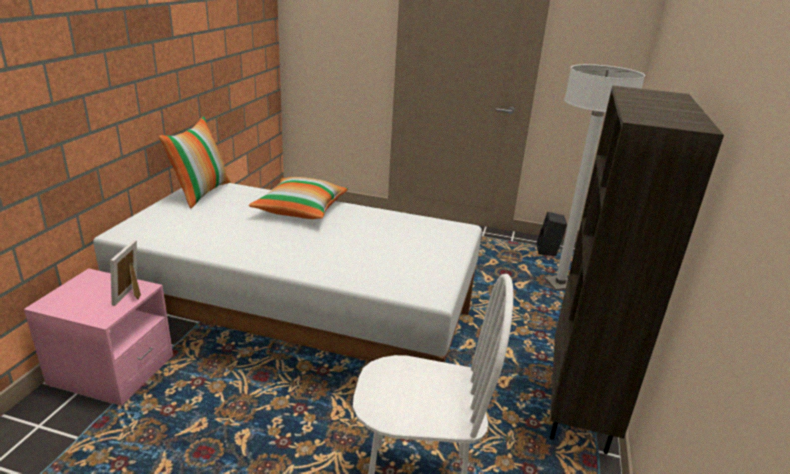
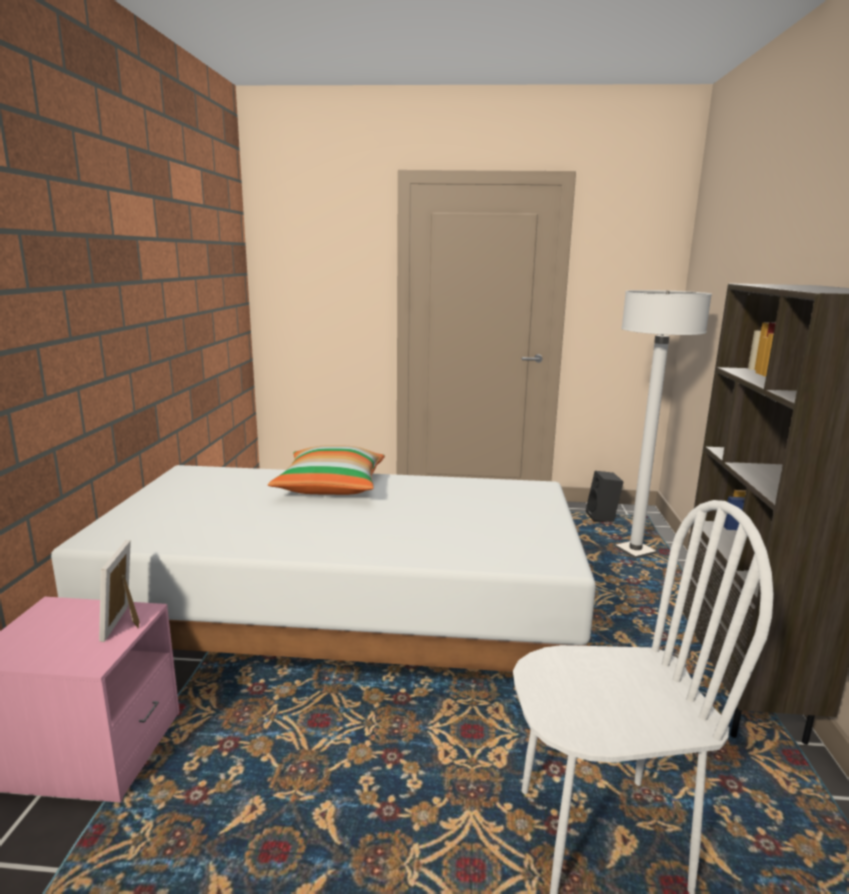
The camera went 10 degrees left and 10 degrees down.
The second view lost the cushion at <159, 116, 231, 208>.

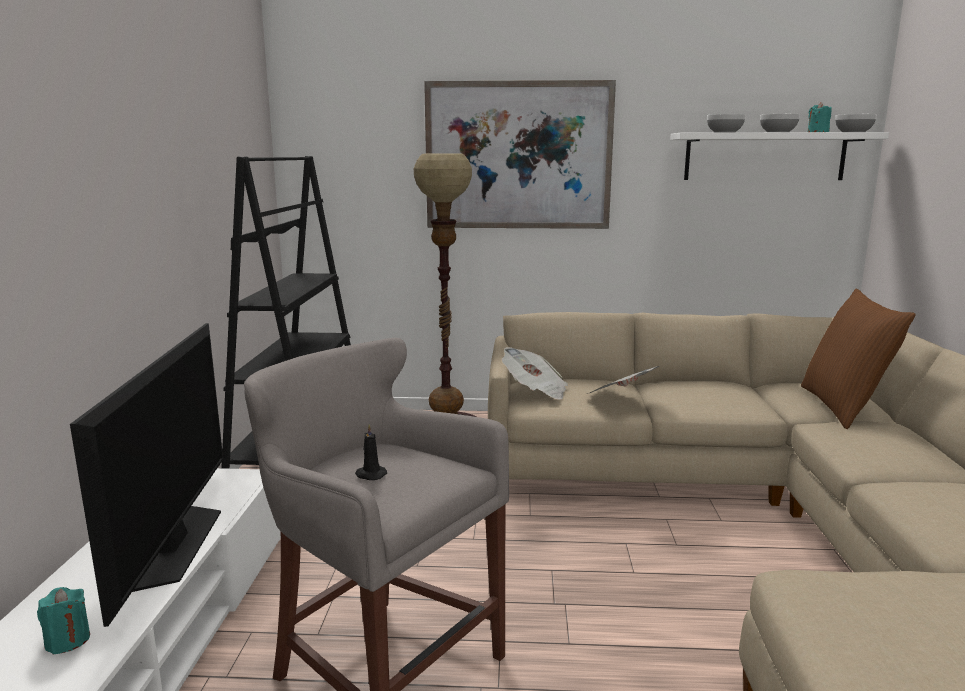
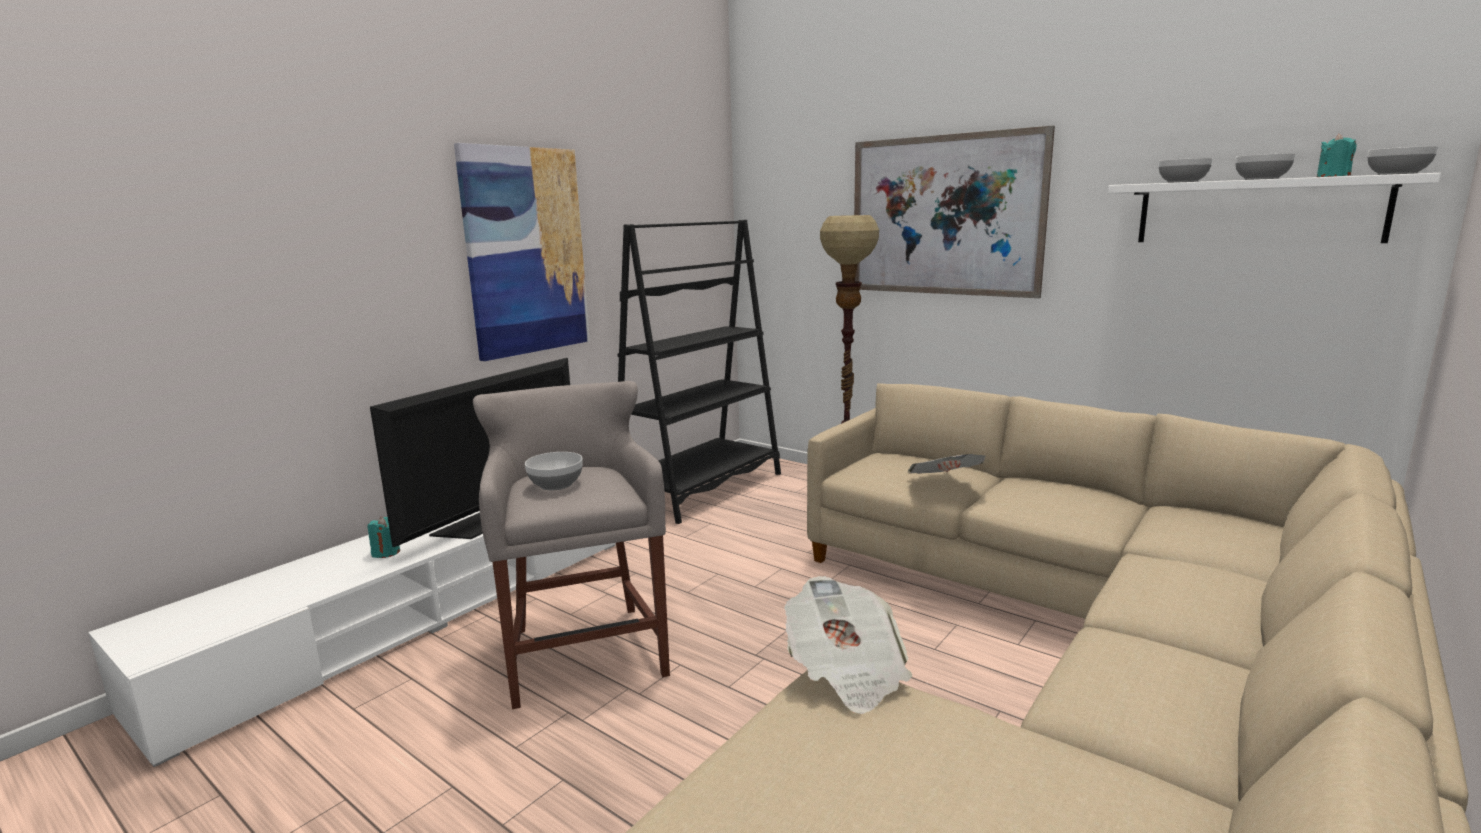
The camera went 35 degrees right and 0 degrees up.
The second view lost the brown cushion at <801, 289, 915, 429>.
The printed paper ended up elsewhere, having gone from <502, 347, 568, 400> to <784, 576, 912, 714>.
Where the black wax light stood at <355, 424, 387, 480>, the bowl came to stand at <525, 452, 583, 490>.
The second view gained the wall art at <454, 143, 590, 361>.

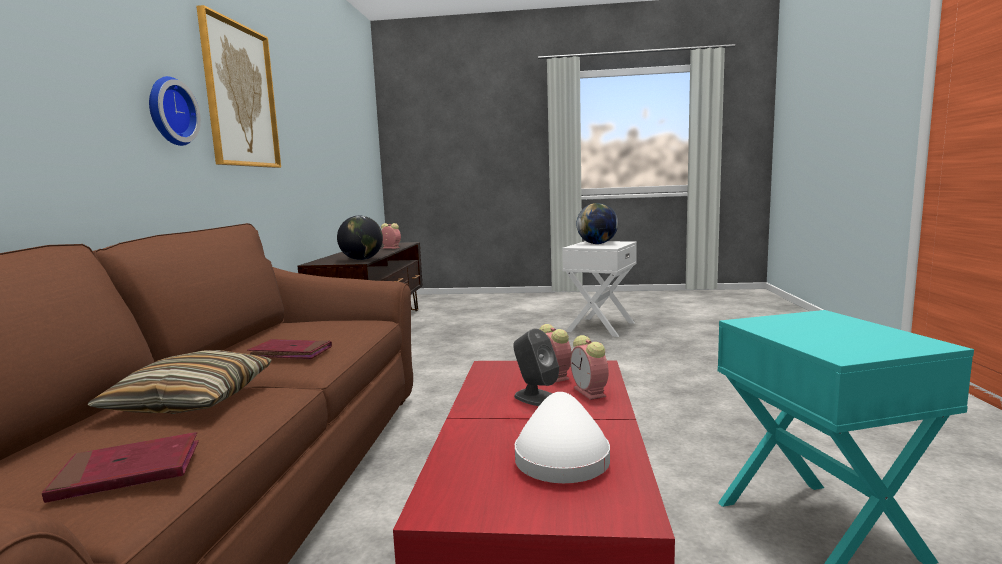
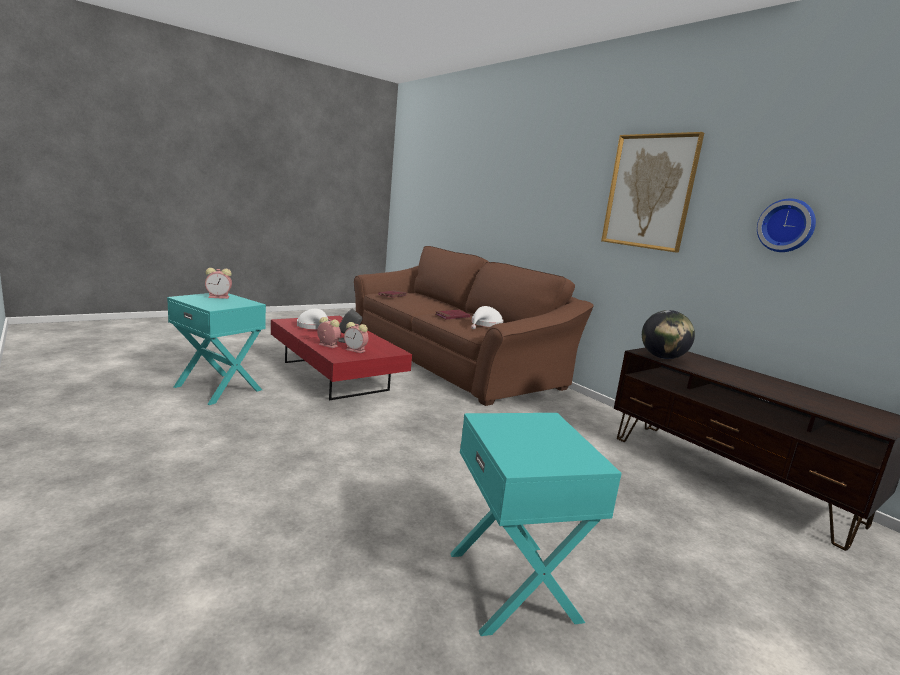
The camera went 135 degrees right and 5 degrees up.
The hanging clock ended up elsewhere, having gone from <149, 76, 201, 146> to <757, 199, 816, 252>.
The second view lost the world globe at <576, 203, 618, 244>.
The bedside clock ended up elsewhere, having gone from <381, 223, 401, 249> to <205, 268, 232, 299>.
What was the whitish side table at <562, 241, 637, 337> turned into the turquoise side table at <450, 413, 622, 636>.
The second view lost the cushion at <88, 350, 272, 414>.
The second view gained the whitish hat at <471, 306, 504, 329>.

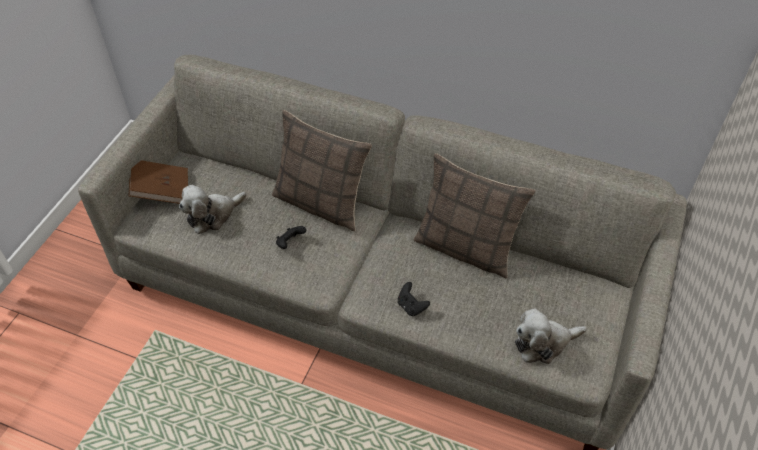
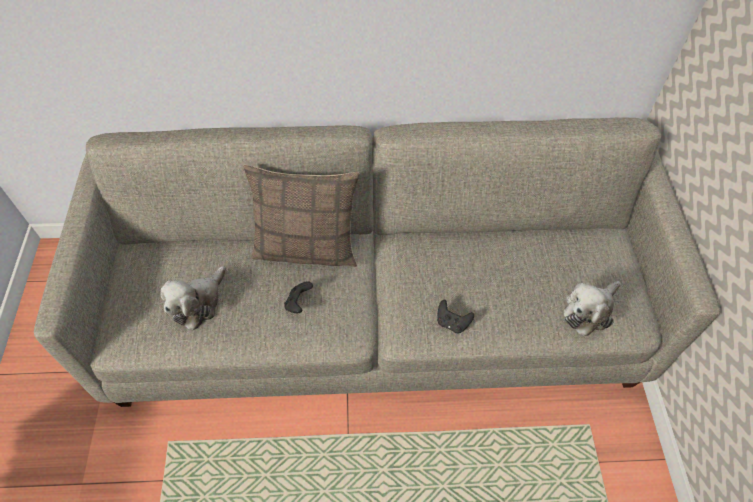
The camera went 25 degrees left and 5 degrees up.
The second view lost the cushion at <414, 153, 535, 278>.
The second view lost the brown book at <128, 160, 188, 204>.

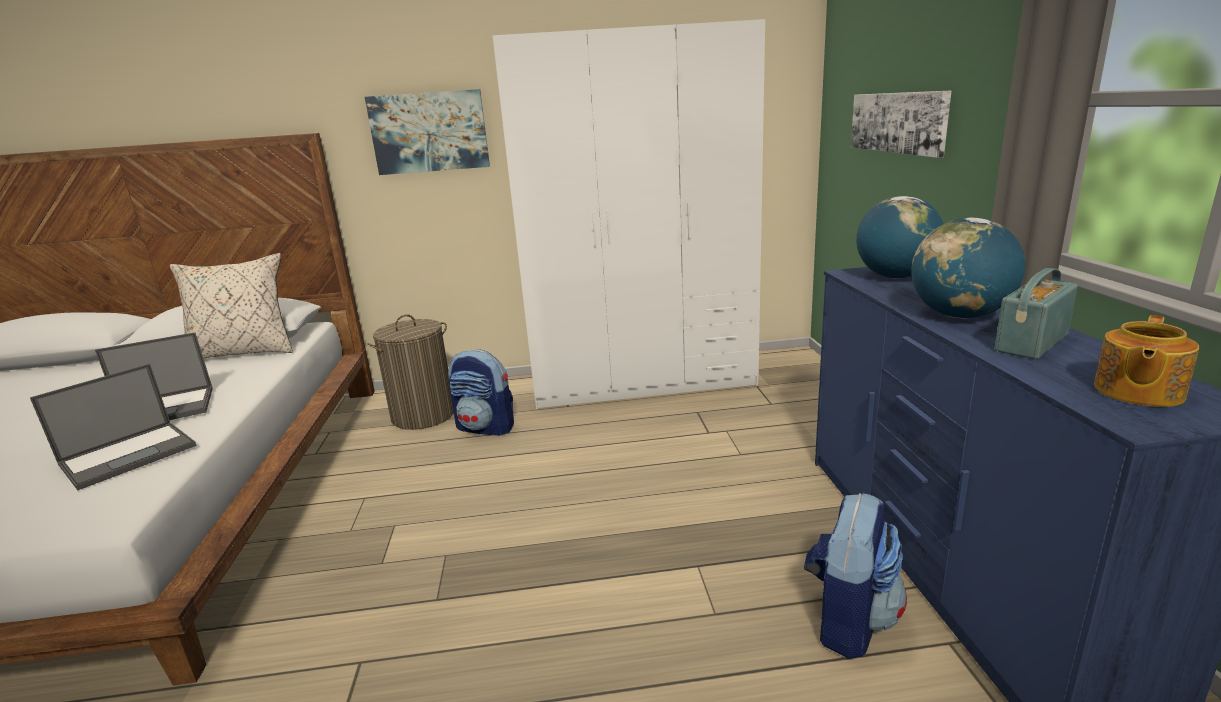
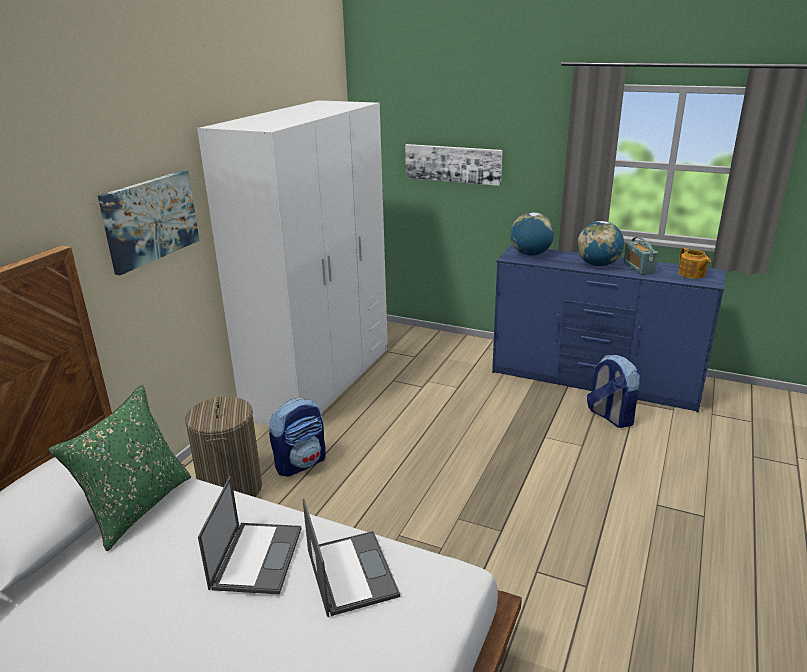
The camera went 60 degrees left and 5 degrees up.
What was the beige cushion at <170, 253, 293, 359> turned into the greenish cushion at <48, 385, 191, 551>.

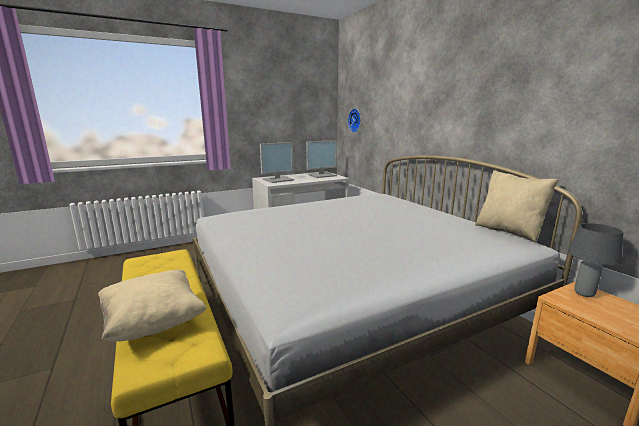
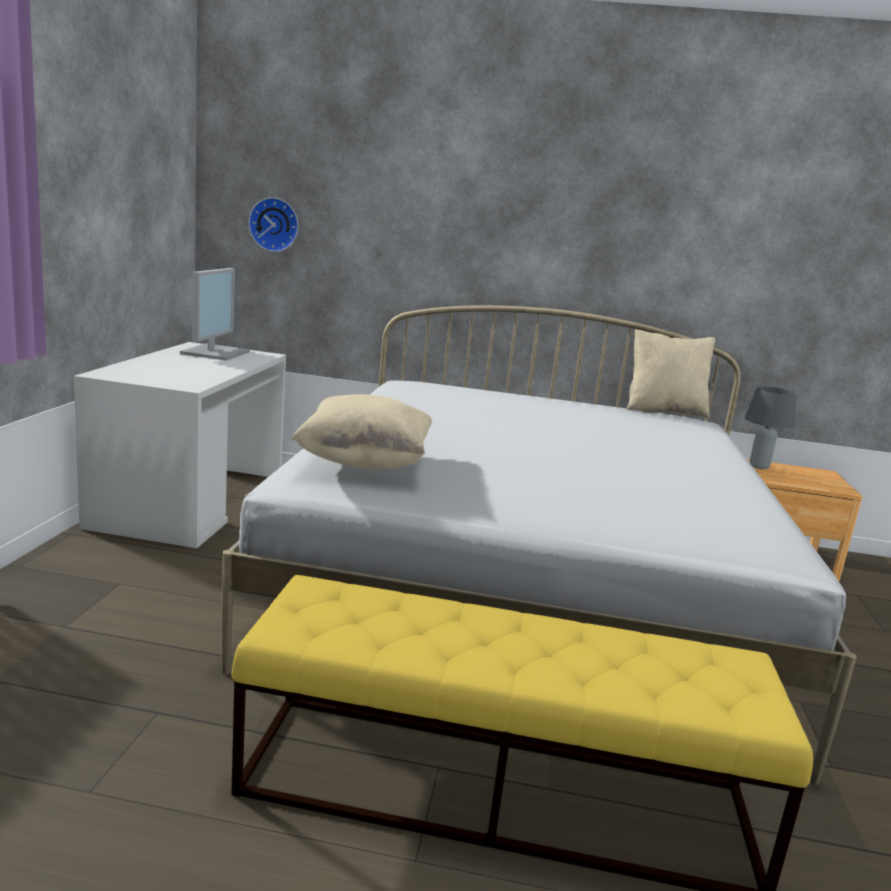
The camera went 55 degrees left and 0 degrees up.
The second view lost the computer screen at <260, 142, 294, 183>.
The beige cushion ended up elsewhere, having gone from <98, 270, 207, 342> to <291, 394, 432, 470>.

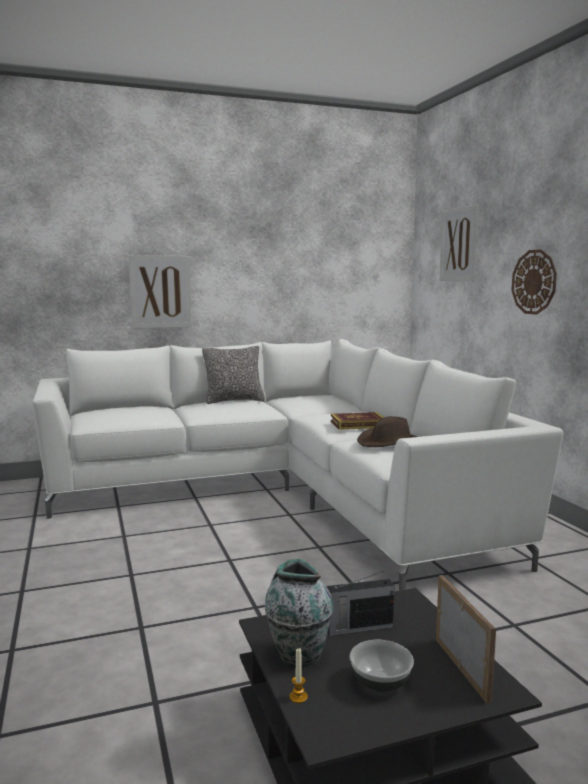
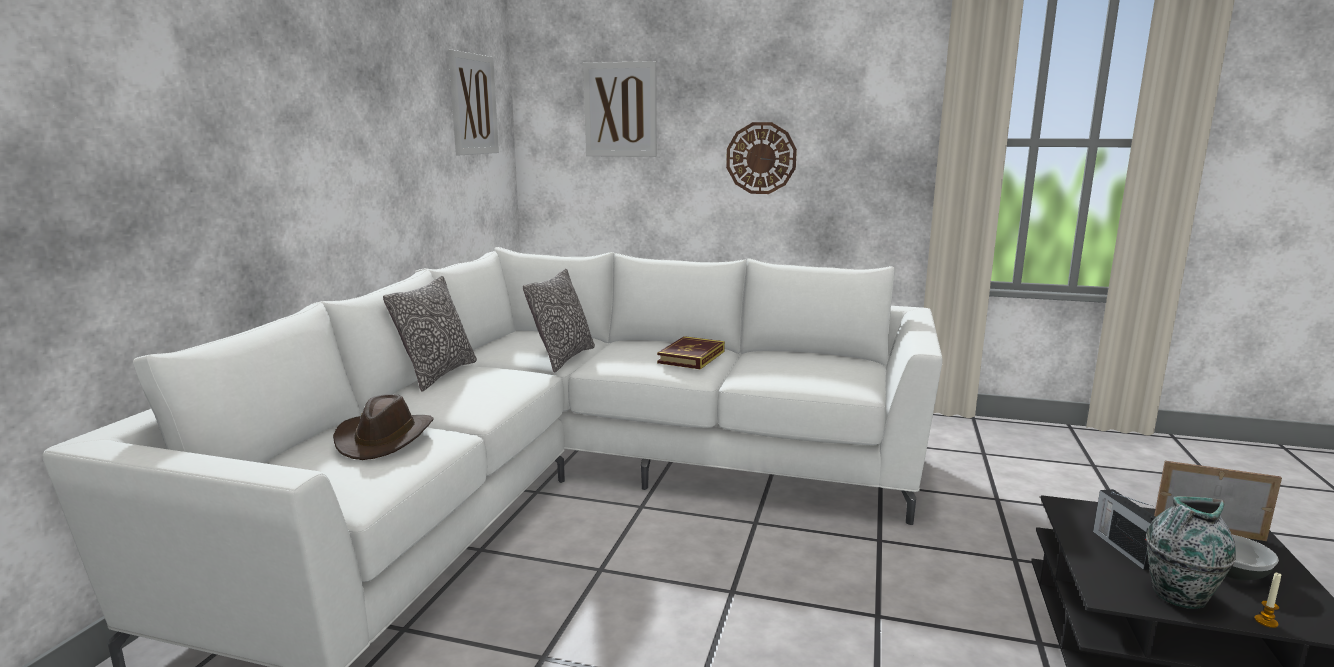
The camera went 55 degrees left and 5 degrees up.
The wall art ended up elsewhere, having gone from <129, 255, 192, 329> to <448, 50, 499, 155>.
The brown hat ended up elsewhere, having gone from <357, 416, 418, 447> to <333, 394, 434, 460>.
The radio at <326, 571, 395, 636> ended up facing another way, 150 degrees clockwise from before.
The second view gained the cushion at <523, 269, 595, 373>.

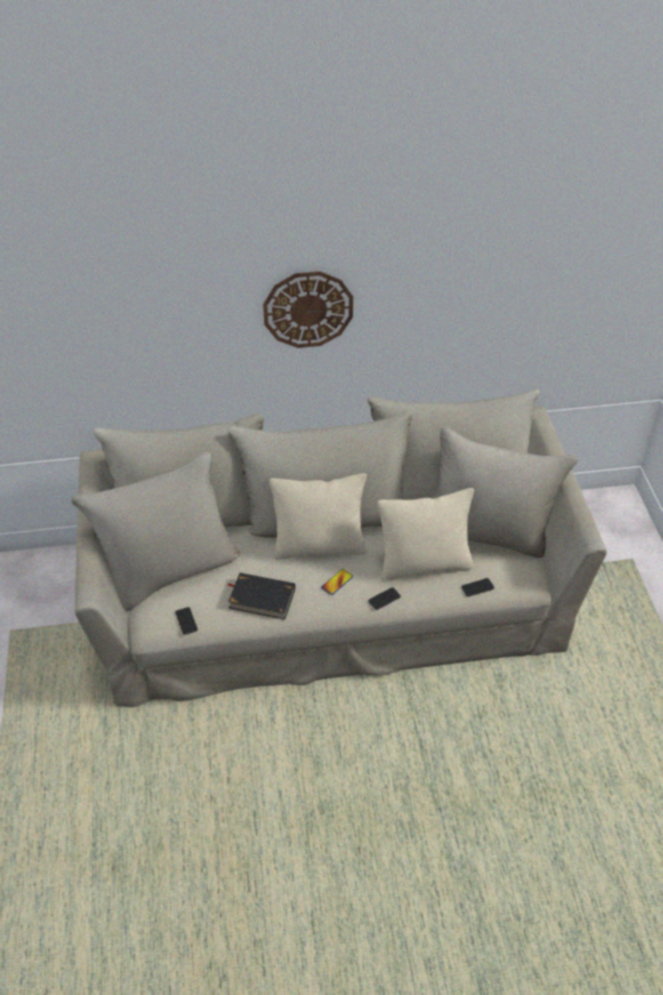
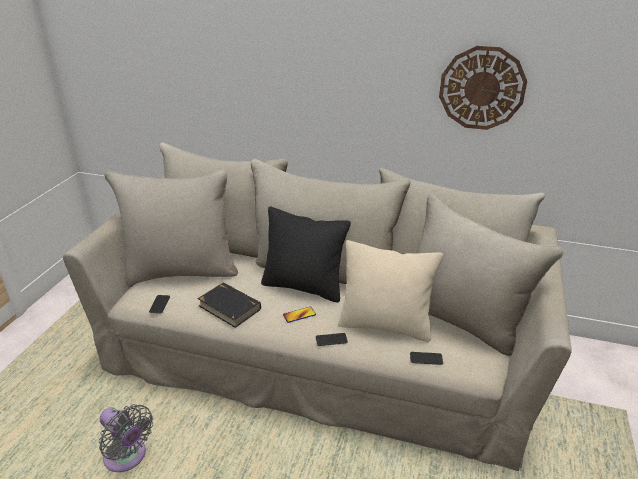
The camera went 25 degrees right and 15 degrees down.
The hanging clock ended up elsewhere, having gone from <263, 271, 353, 348> to <439, 46, 527, 130>.
What was the beige cushion at <269, 473, 367, 559> turned into the black cushion at <261, 207, 351, 302>.
The second view gained the gray electric fan at <99, 404, 153, 472>.

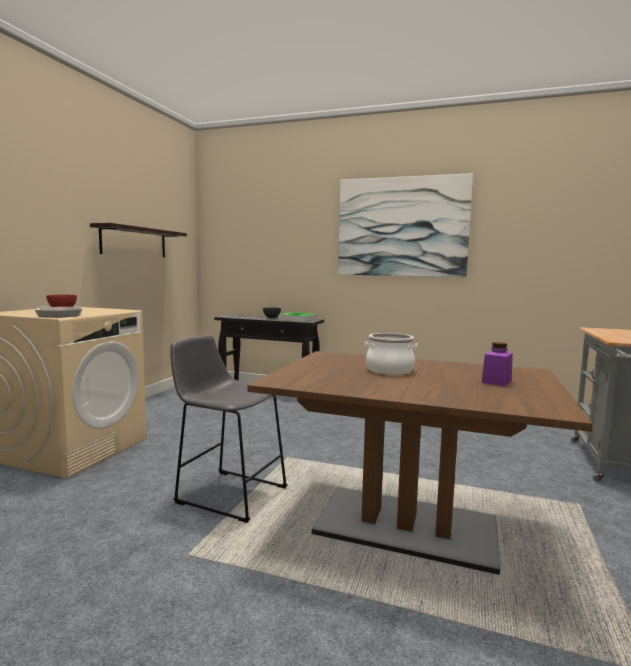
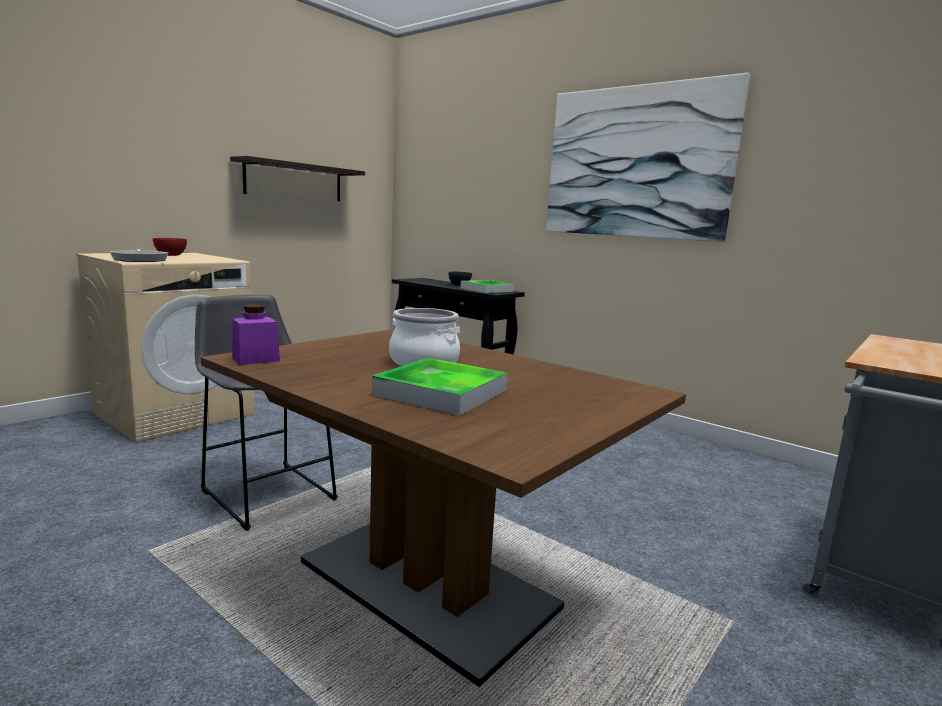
The camera went 20 degrees right and 5 degrees up.
The purplish jar ended up elsewhere, having gone from <482, 342, 513, 386> to <232, 304, 280, 365>.
The second view gained the tray at <372, 358, 507, 416>.

